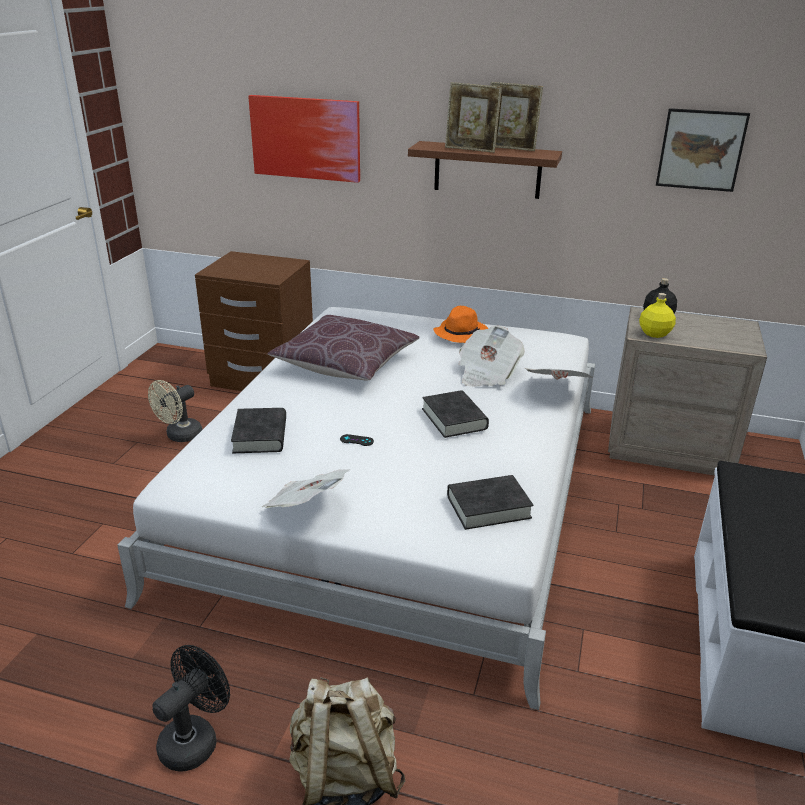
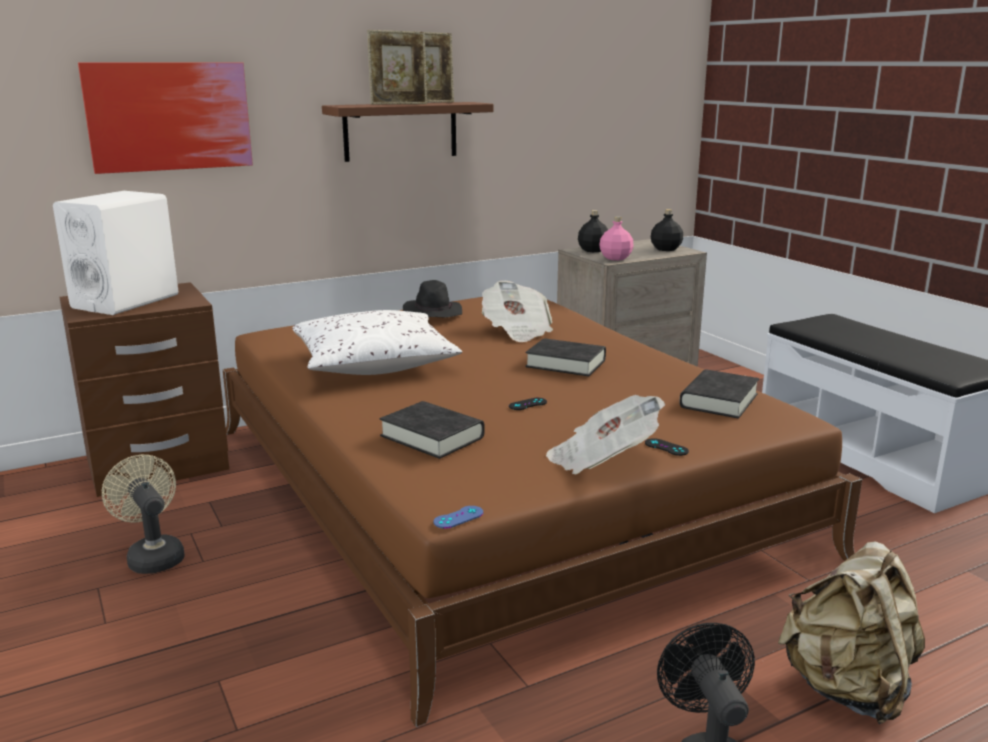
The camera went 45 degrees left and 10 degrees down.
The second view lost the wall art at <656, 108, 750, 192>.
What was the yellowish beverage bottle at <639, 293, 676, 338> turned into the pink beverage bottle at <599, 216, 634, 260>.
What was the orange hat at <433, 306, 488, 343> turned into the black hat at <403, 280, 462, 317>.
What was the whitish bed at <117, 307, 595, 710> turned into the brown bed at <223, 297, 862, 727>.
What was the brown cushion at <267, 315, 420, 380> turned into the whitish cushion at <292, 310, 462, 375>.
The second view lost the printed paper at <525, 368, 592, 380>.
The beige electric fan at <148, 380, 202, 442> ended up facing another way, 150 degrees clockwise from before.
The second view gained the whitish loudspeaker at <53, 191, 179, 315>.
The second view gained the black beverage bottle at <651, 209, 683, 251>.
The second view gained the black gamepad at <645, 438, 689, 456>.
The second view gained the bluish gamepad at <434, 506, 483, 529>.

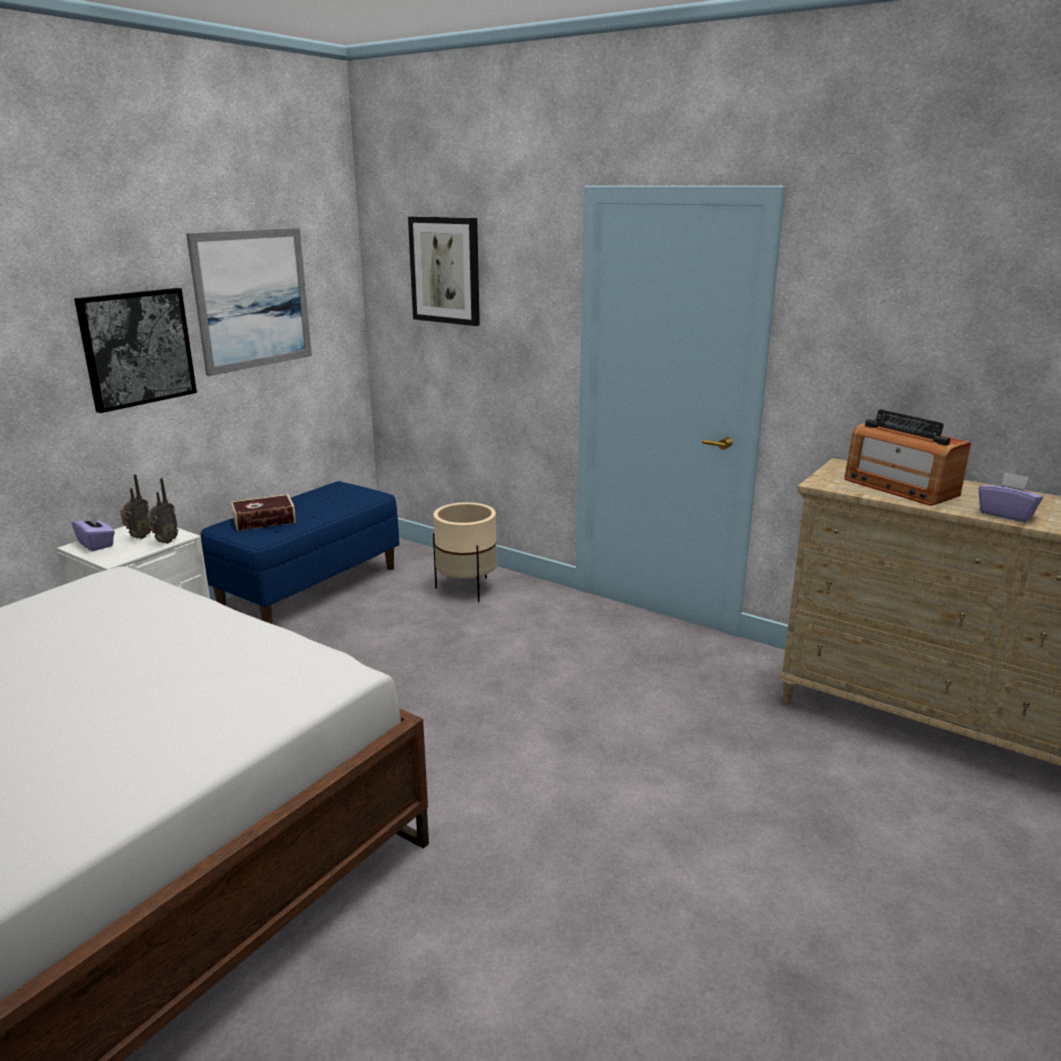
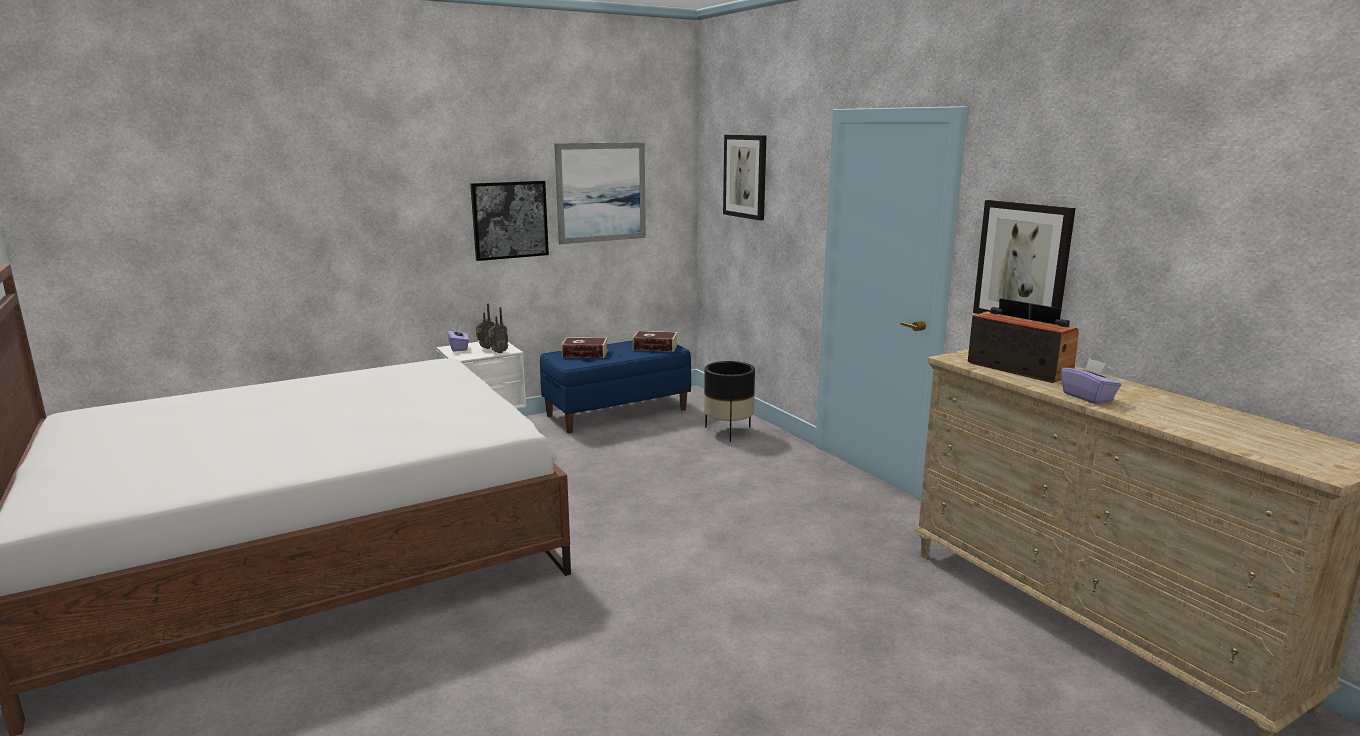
The camera went 25 degrees right and 5 degrees down.
The radio at <844, 409, 971, 506> ended up facing another way, 150 degrees clockwise from before.
What was the beige plant pot at <433, 502, 497, 602> turned into the black plant pot at <704, 361, 755, 442>.
The second view gained the wall art at <973, 200, 1076, 316>.
The second view gained the book at <633, 331, 678, 352>.

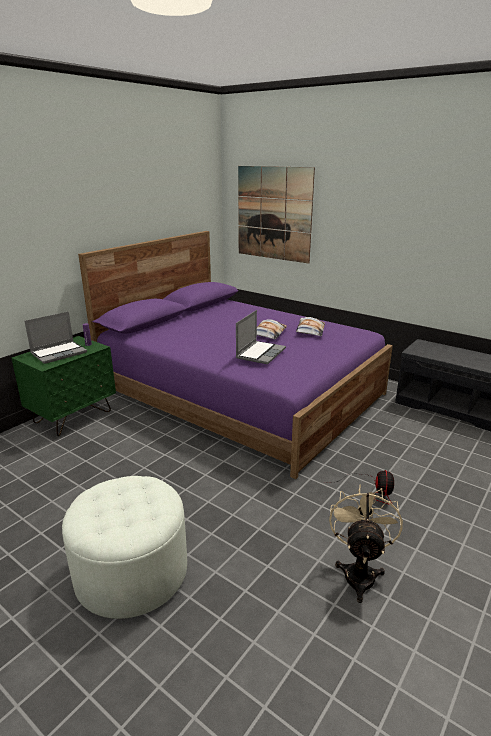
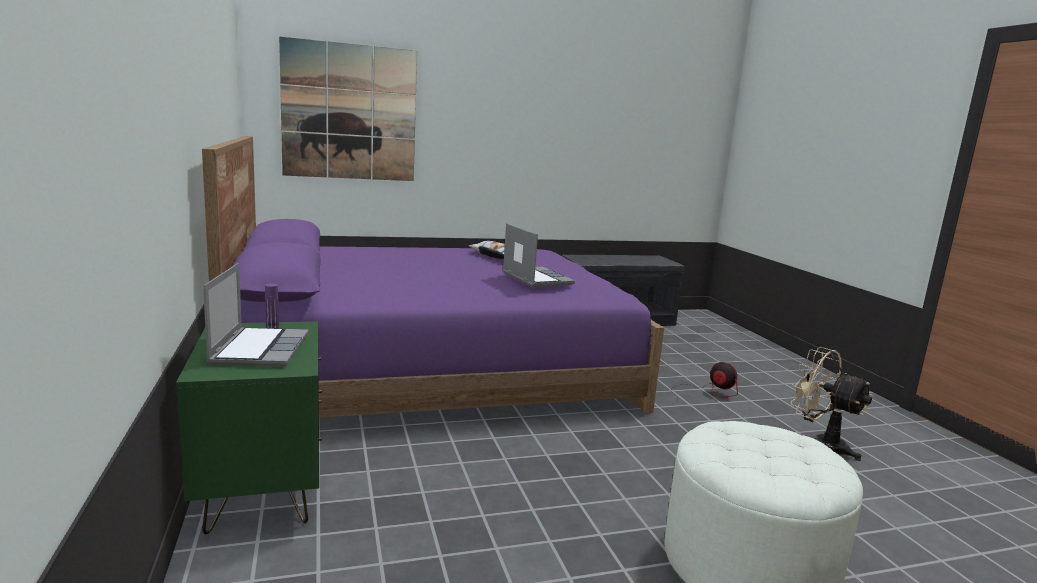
The camera went 55 degrees left and 10 degrees down.
The second view lost the cushion at <257, 319, 287, 340>.

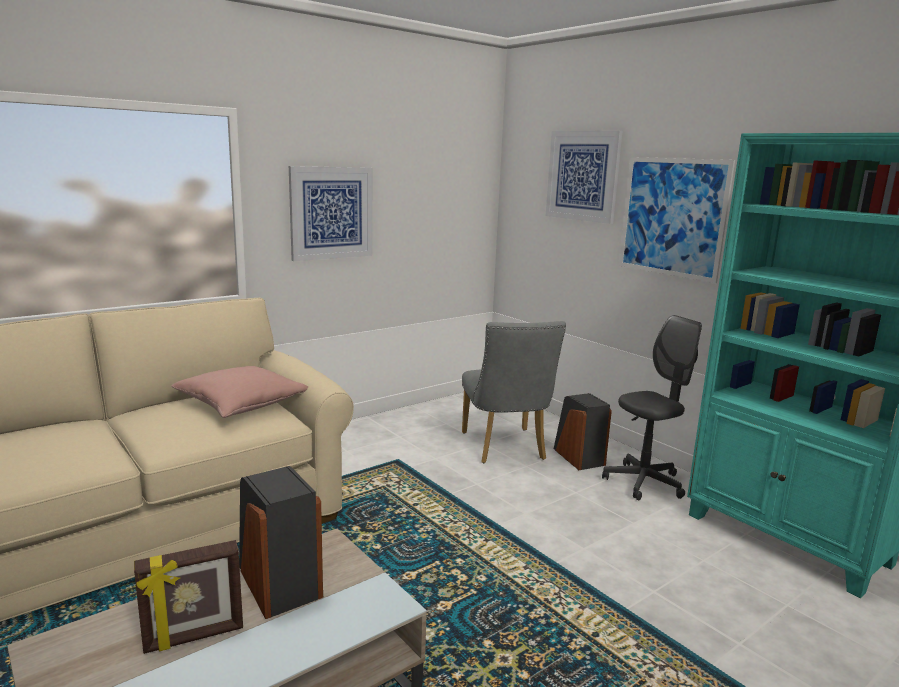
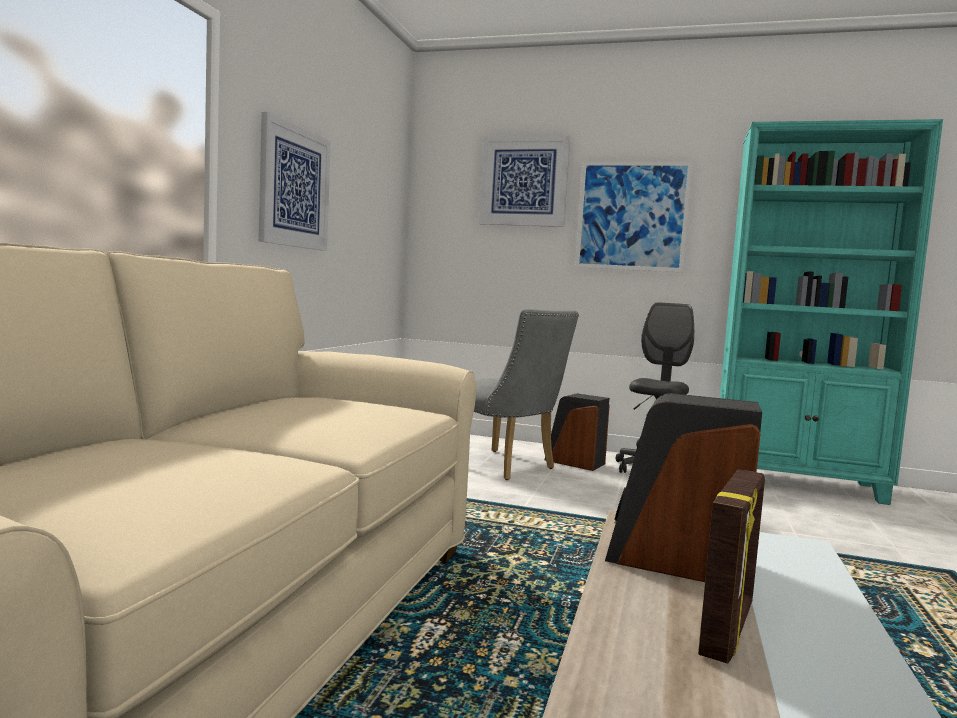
The camera went 35 degrees left and 10 degrees down.
The second view lost the pink cushion at <171, 366, 308, 418>.

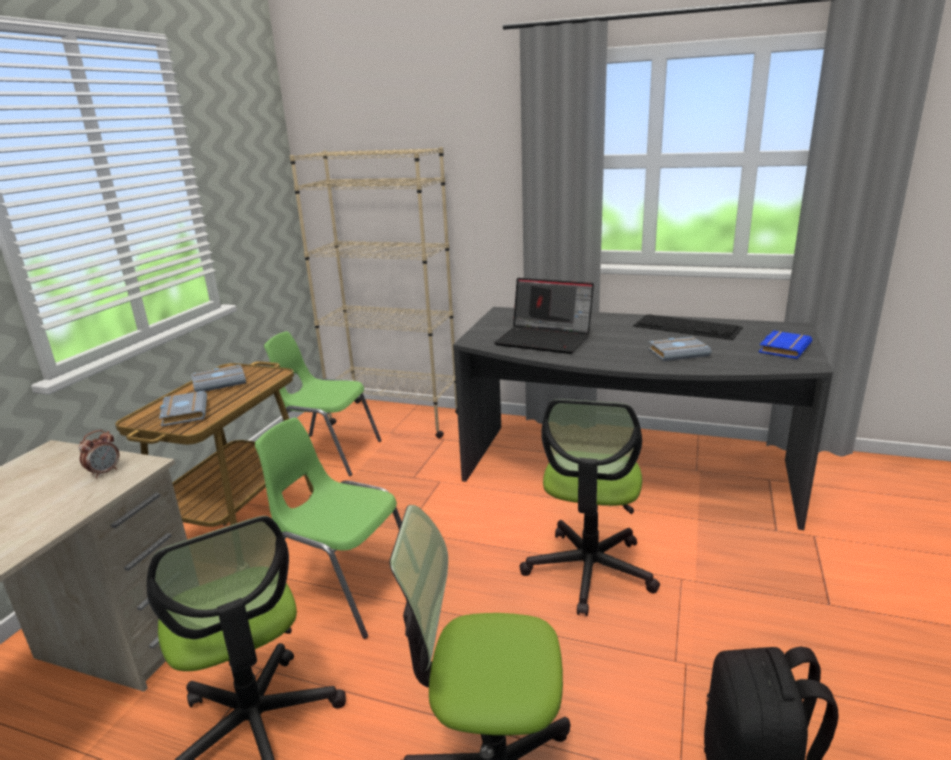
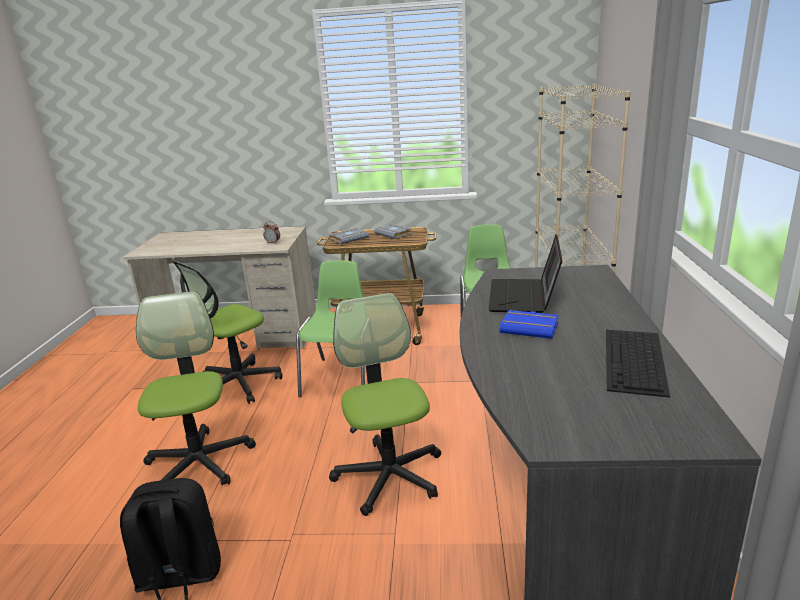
The camera went 75 degrees right and 0 degrees up.
The bluish book ended up elsewhere, having gone from <759, 331, 812, 359> to <500, 310, 558, 339>.
The second view lost the gray book at <648, 337, 711, 361>.
The desk chair at <519, 399, 660, 616> ended up facing another way, 75 degrees clockwise from before.

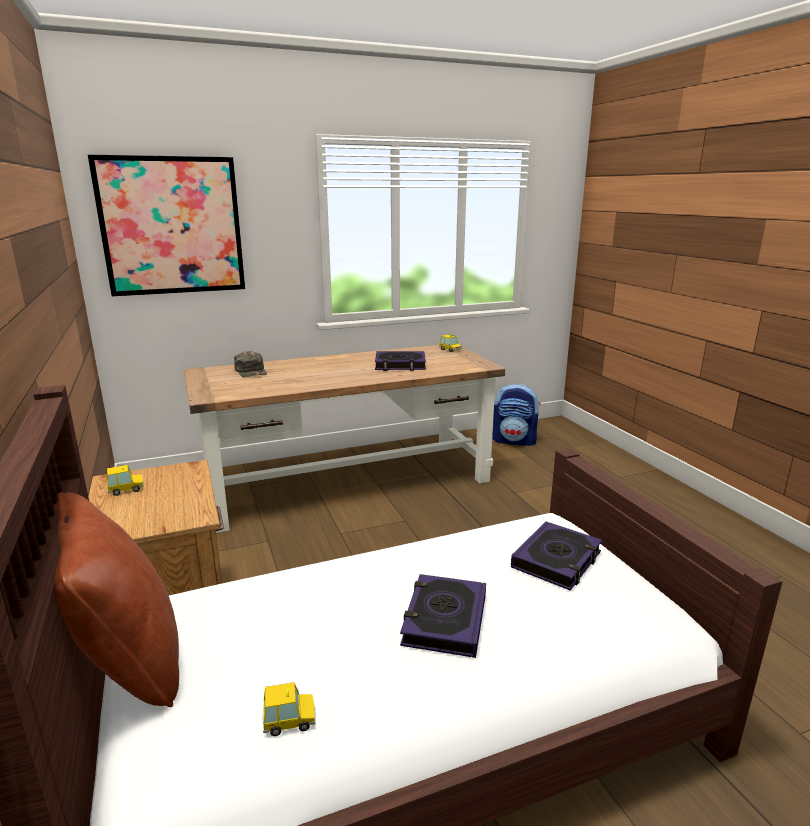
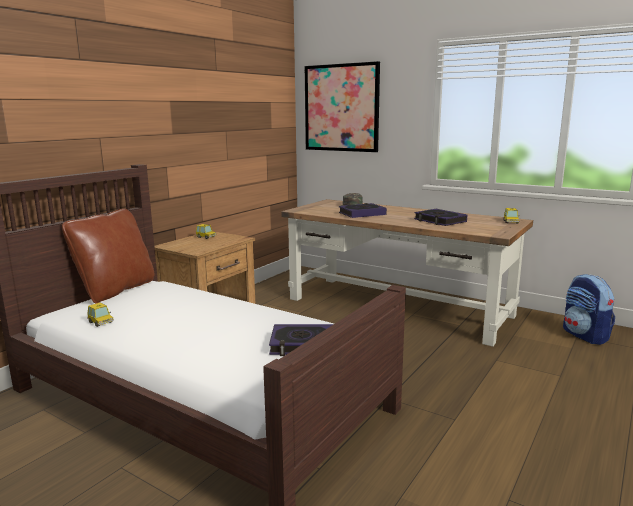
The camera went 55 degrees right and 5 degrees down.
The book ended up elsewhere, having gone from <400, 574, 486, 658> to <339, 203, 387, 218>.

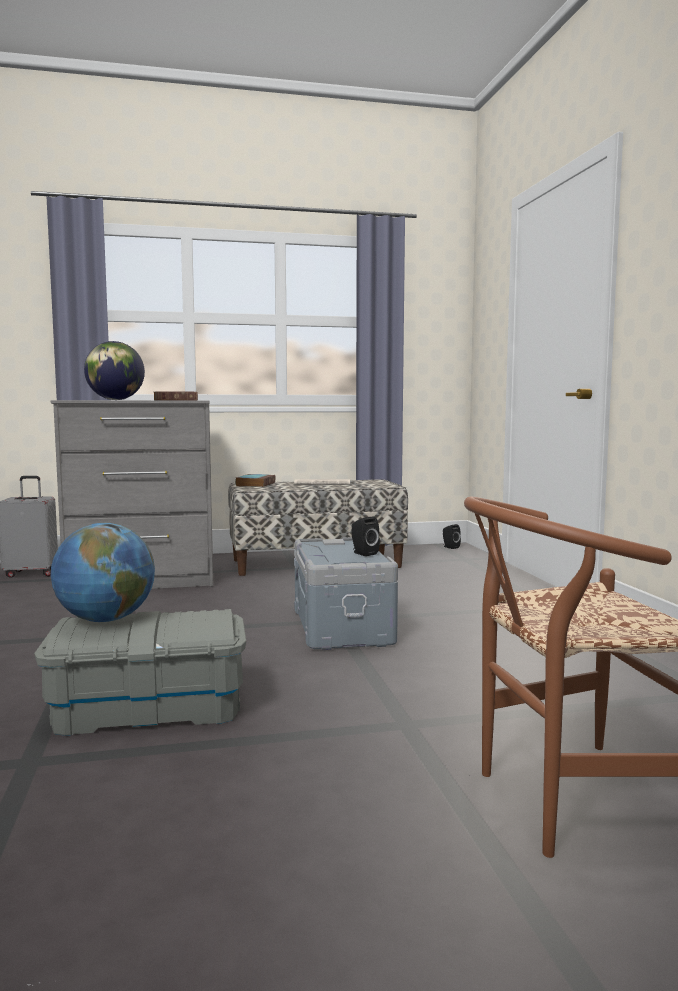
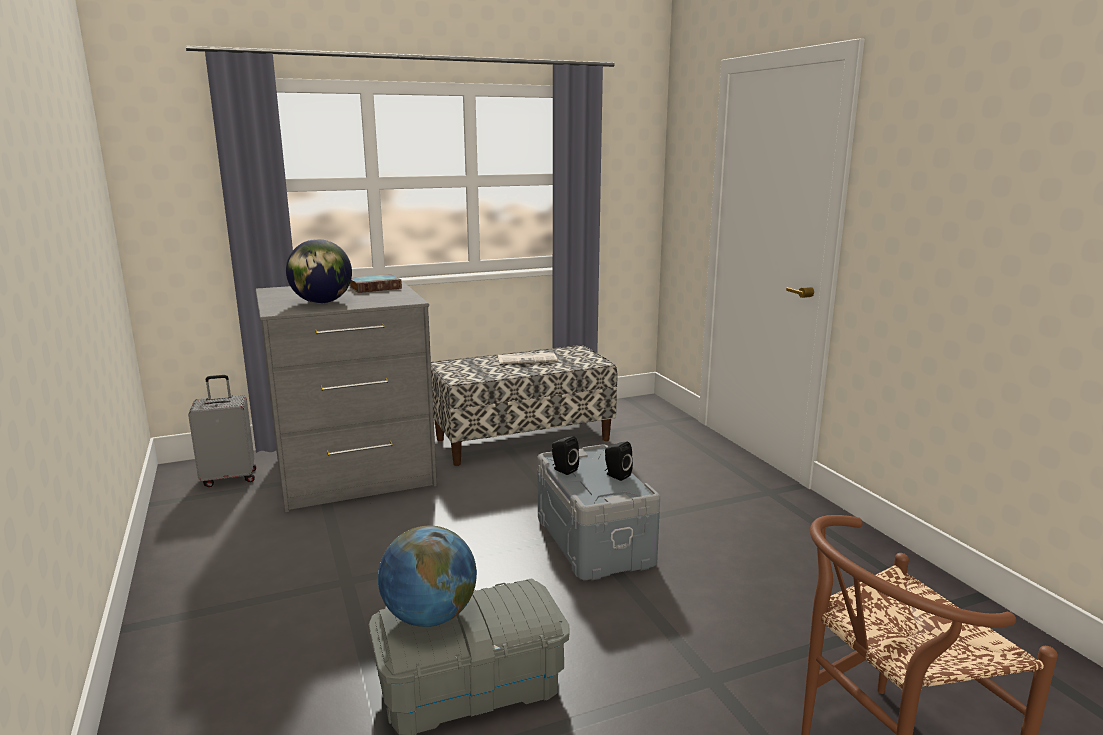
The camera went 10 degrees left and 10 degrees up.
The second view lost the book at <235, 474, 275, 487>.
The black loudspeaker ended up elsewhere, having gone from <443, 524, 461, 549> to <552, 436, 579, 475>.

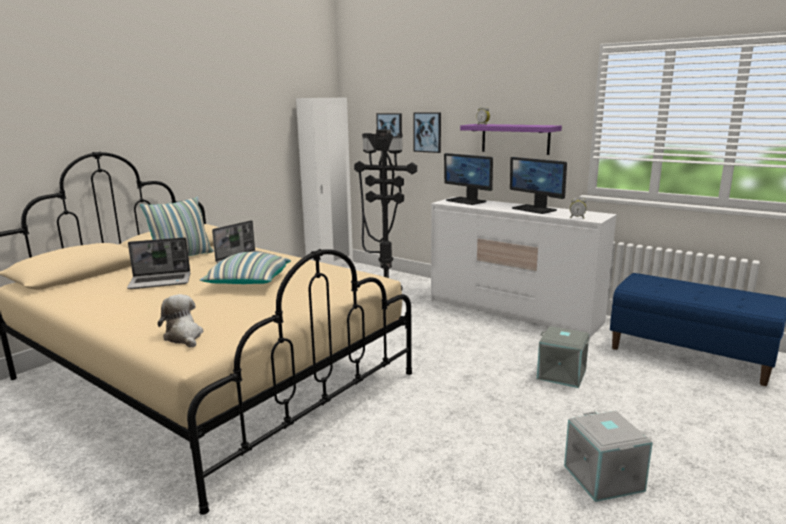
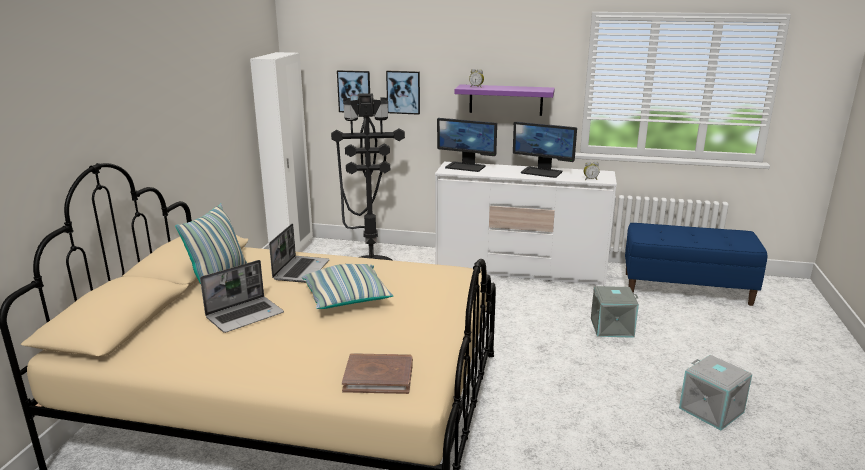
The camera went 25 degrees left and 5 degrees up.
Where the soft toy stood at <158, 294, 203, 348>, the brown book came to stand at <342, 353, 413, 394>.

